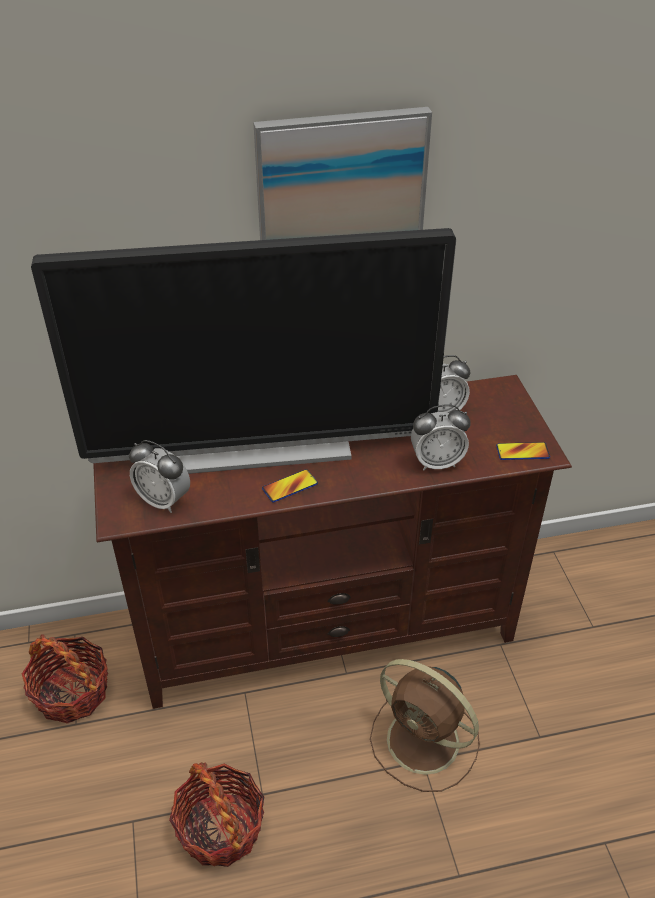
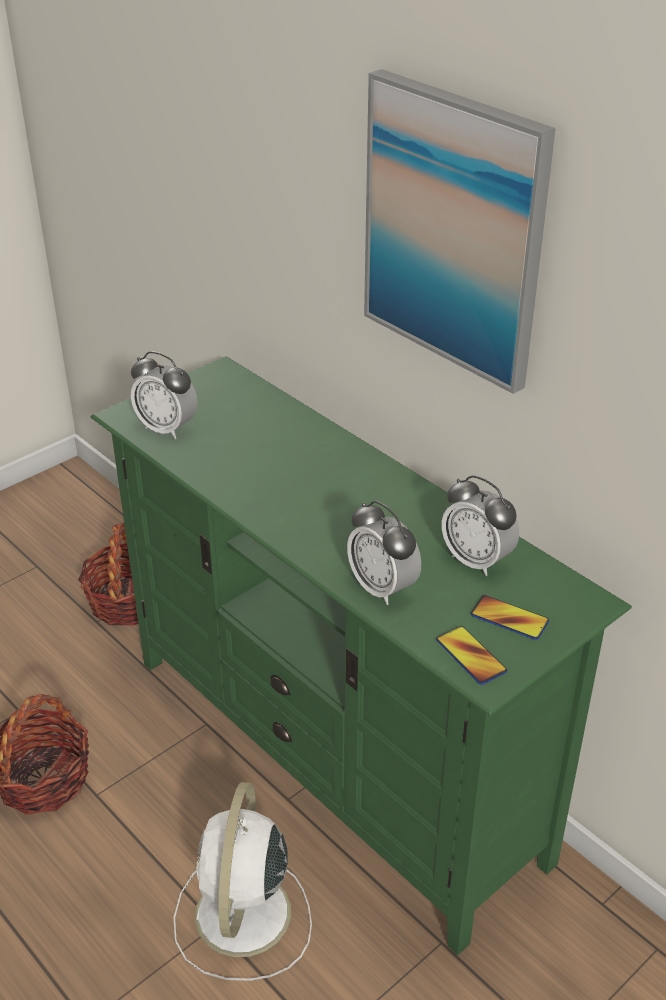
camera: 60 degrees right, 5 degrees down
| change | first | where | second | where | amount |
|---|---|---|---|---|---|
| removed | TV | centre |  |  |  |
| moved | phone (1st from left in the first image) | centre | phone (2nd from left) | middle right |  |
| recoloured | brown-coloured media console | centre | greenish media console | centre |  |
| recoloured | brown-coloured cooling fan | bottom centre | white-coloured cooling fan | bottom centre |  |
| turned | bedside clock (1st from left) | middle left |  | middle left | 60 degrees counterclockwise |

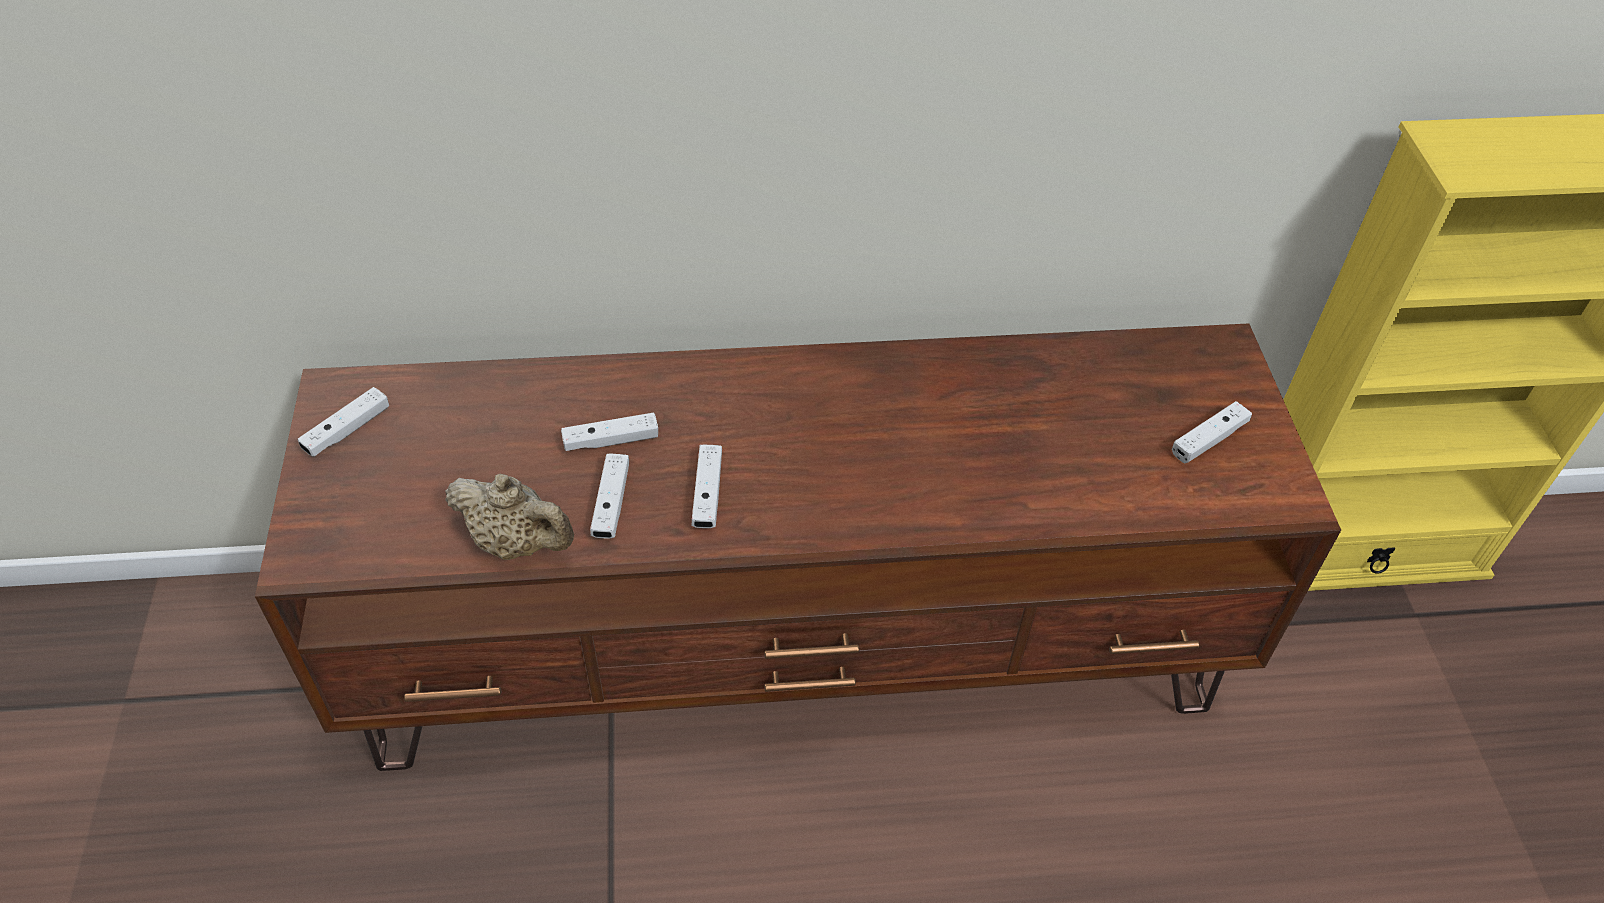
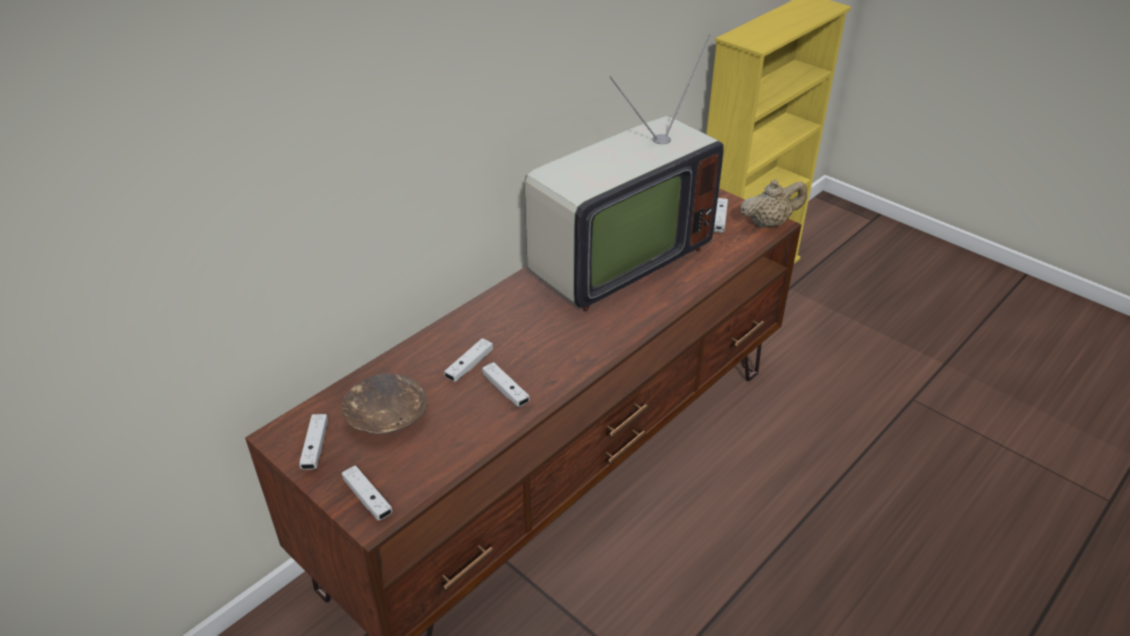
camera: 40 degrees left, 10 degrees down
| change | first | where | second | where | amount |
|---|---|---|---|---|---|
| added |  |  | brown-coloured deep dish | centre |  |
| added |  |  | TV | top centre |  |
| moved | beige-coloured pot for tea | middle left |  | top right |  |
| moved | white-coloured gamepad (4th from left in the first image) | centre | white-coloured gamepad (2nd from left) | bottom left |  |

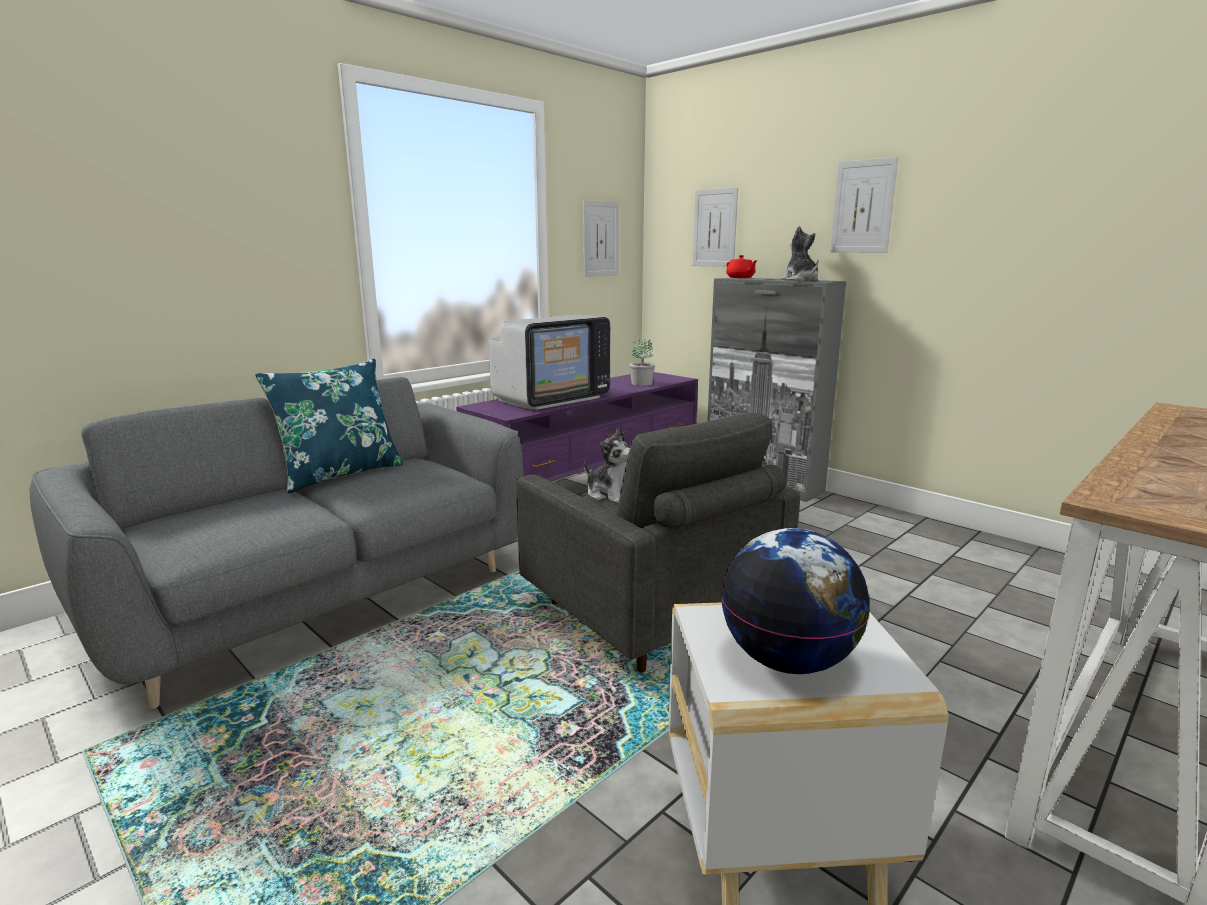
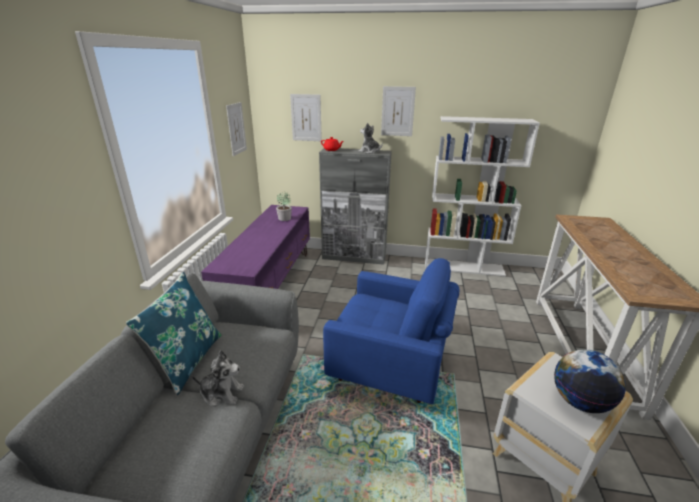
camera: 35 degrees left, 10 degrees up
| change | first | where | second | where | amount |
|---|---|---|---|---|---|
| removed | TV | centre |  |  |  |
| added |  |  | white-coloured bookshelf | middle right |  |
| moved | plush toy (1st from left) | centre |  | bottom left |  |
| recoloured | gray armchair | centre | blue-coloured armchair | centre |  |

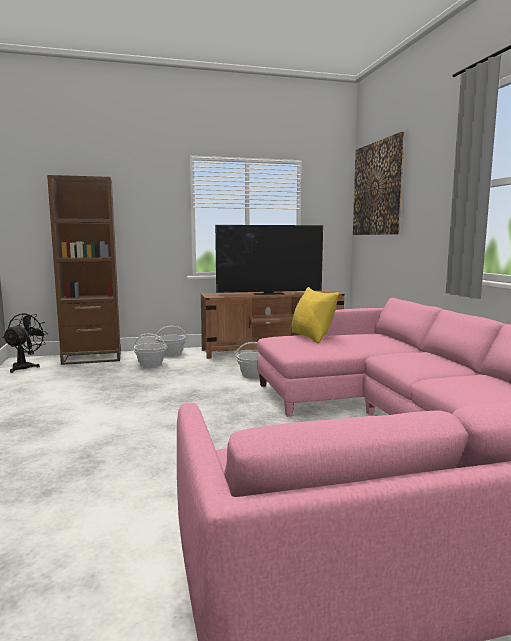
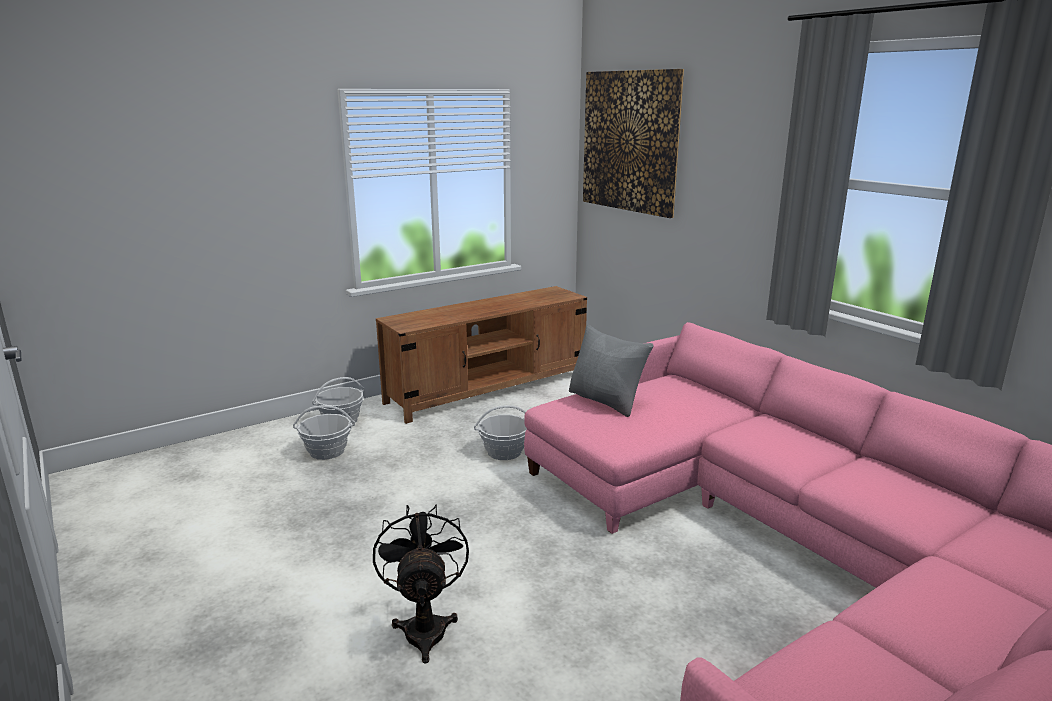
camera: 20 degrees left, 10 degrees up
| change | first | where | second | where | amount |
|---|---|---|---|---|---|
| removed | brown-coloured bookshelf | middle left |  |  |  |
| removed | TV | centre |  |  |  |
| moved | black-coloured cooling fan | middle left |  | bottom centre |  |
| recoloured | yellow-coloured pillow | centre | gray pillow | centre |  |

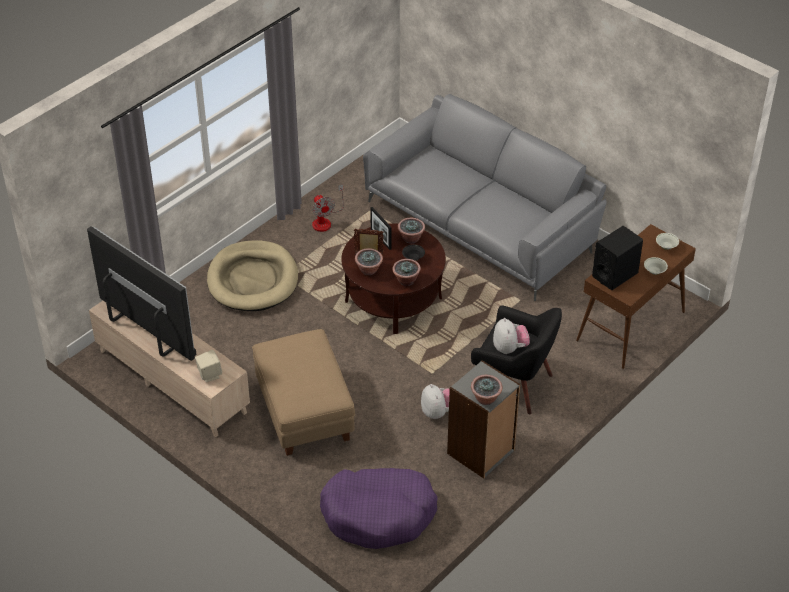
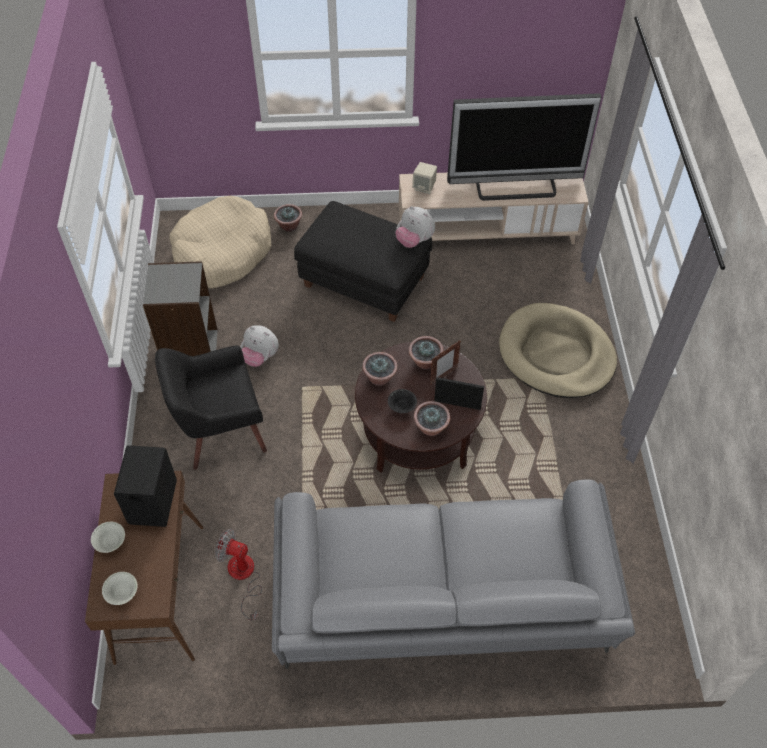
camera: 135 degrees right, 10 degrees up
| change | first | where | second | where | amount |
|---|---|---|---|---|---|
| moved | cooling fan | centre |  | bottom left |  |
| moved | plant in a pot (4th from left in the first image) | centre | plant in a pot (1st from left) | top centre |  |
| moved | plush toy (2nd from left) | centre |  | top centre |  |
| recoloured | beige-coloured ottoman | centre | black-coloured ottoman | centre |  |
| recoloured | purple dog cushion | bottom centre | beige-coloured dog cushion (1st from left) | top left |  |

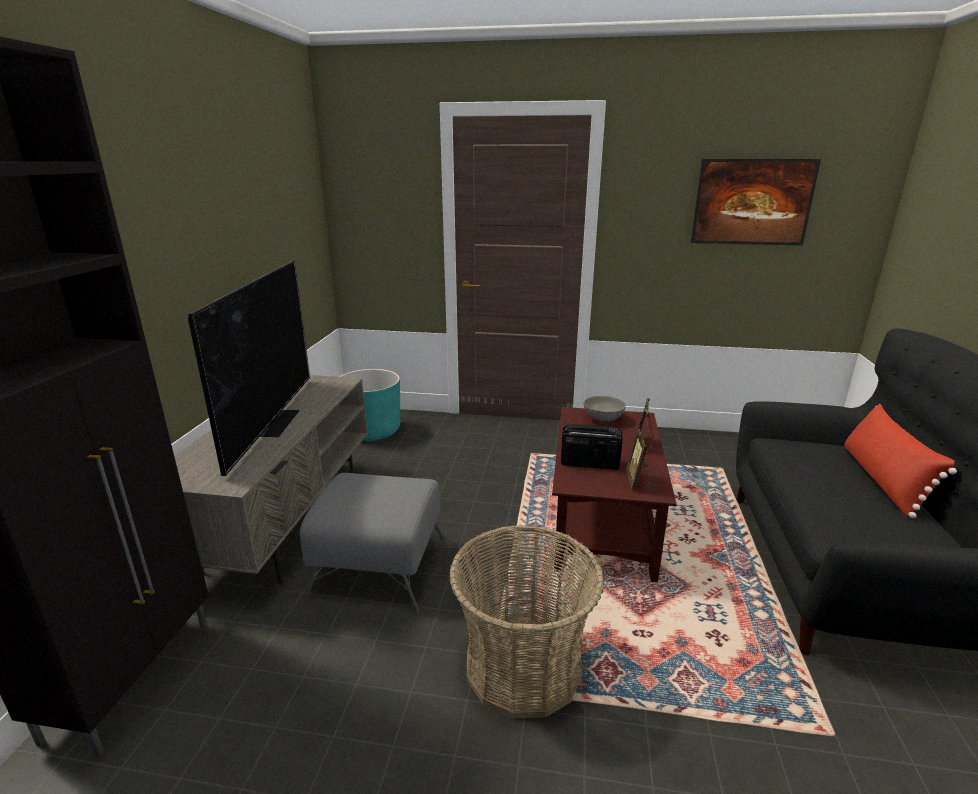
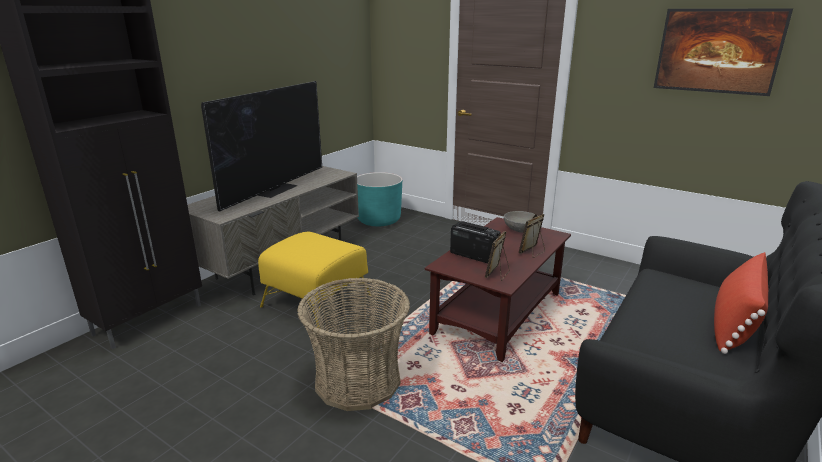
camera: 25 degrees right, 0 degrees up
| change | first | where | second | where | amount |
|---|---|---|---|---|---|
| recoloured | gray ottoman | bottom centre | yellow-coloured ottoman | centre |  |

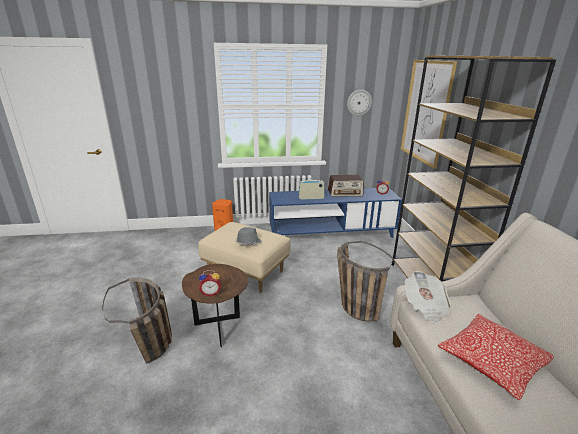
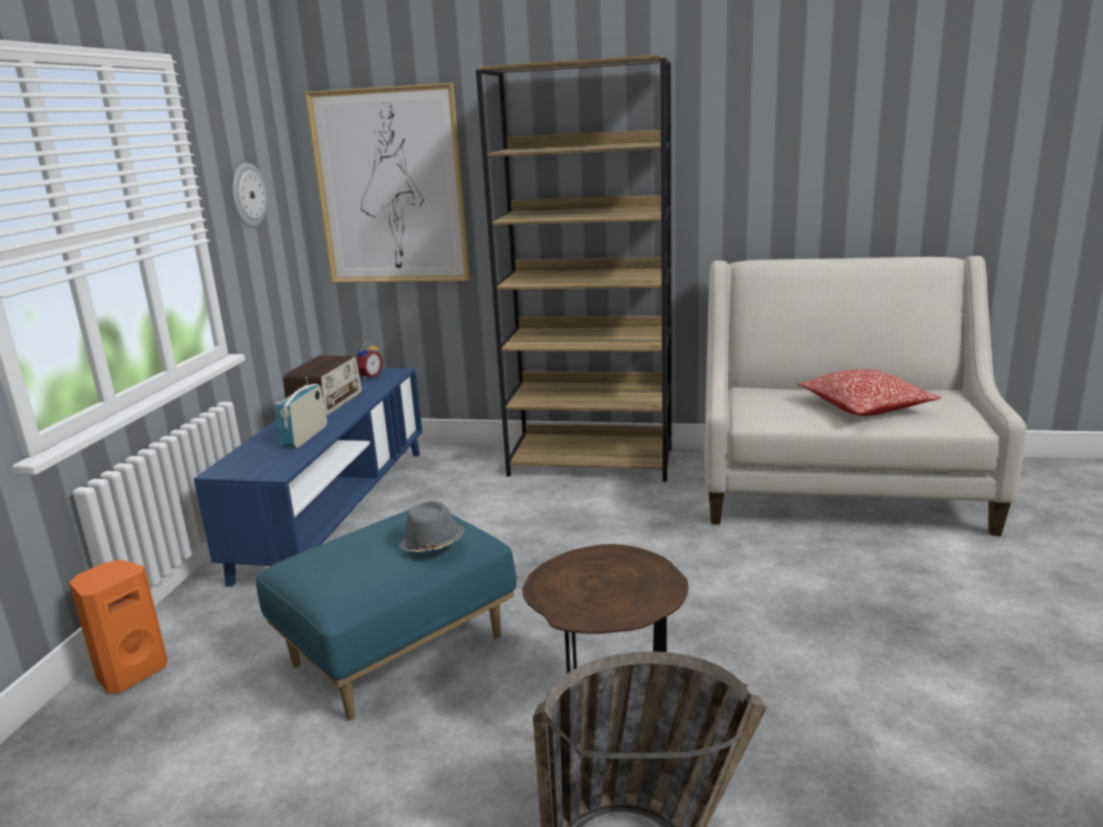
camera: 70 degrees left, 5 degrees down
| change | first | where | second | where | amount |
|---|---|---|---|---|---|
| removed | bedside clock (1st from left) | centre |  |  |  |
| removed | household basket (2nd from left) | centre |  |  |  |
| removed | printed paper | bottom right |  |  |  |
| recoloured | beige-coloured ottoman | centre | blue-coloured ottoman | bottom centre |  |

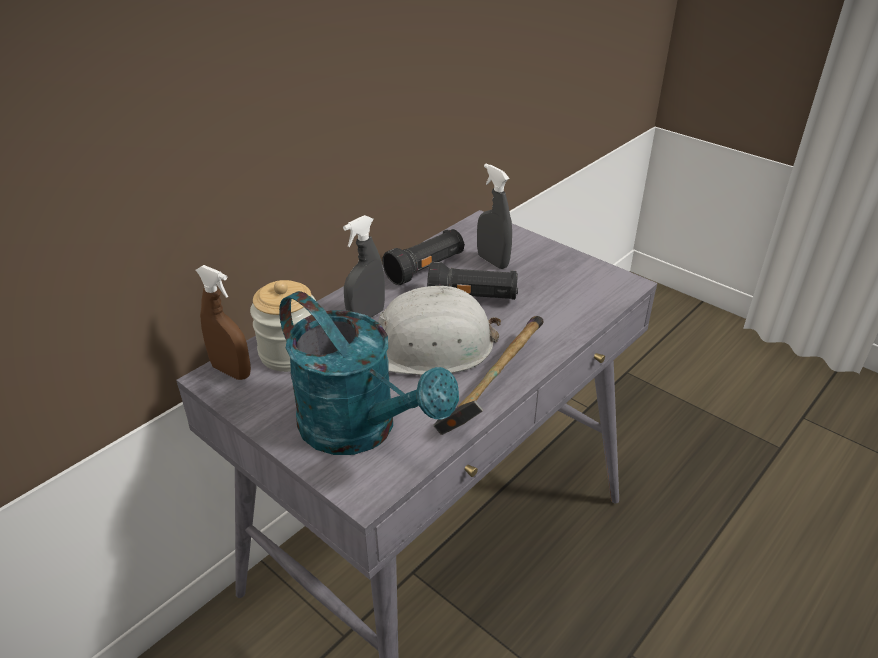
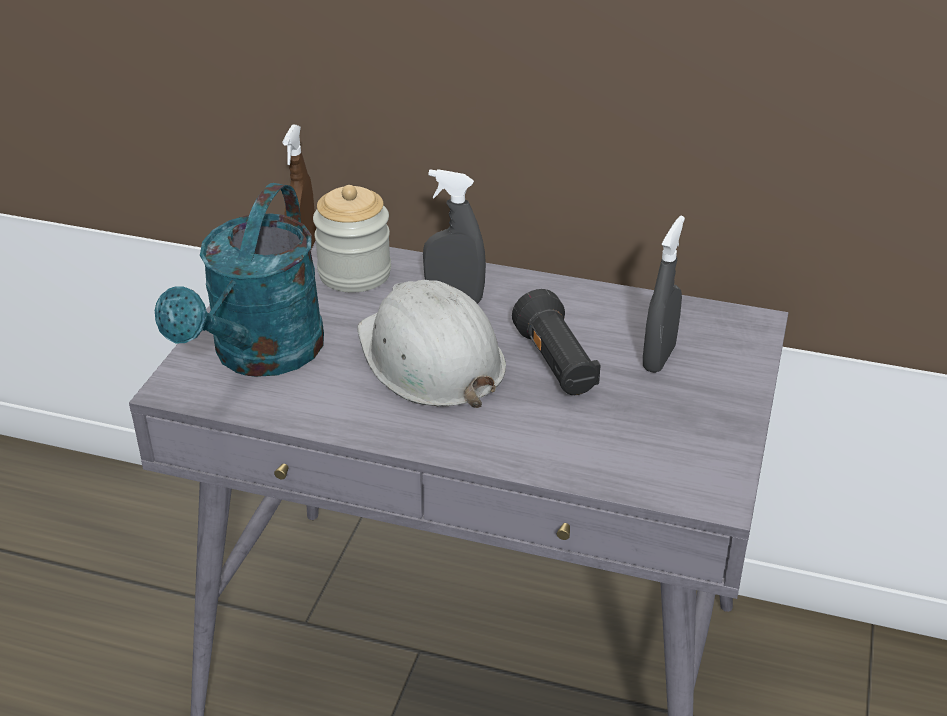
camera: 65 degrees right, 0 degrees up
| change | first | where | second | where | amount |
|---|---|---|---|---|---|
| removed | black-coloured torch (1st from left) | centre |  |  |  |
| removed | hammer | centre |  |  |  |

